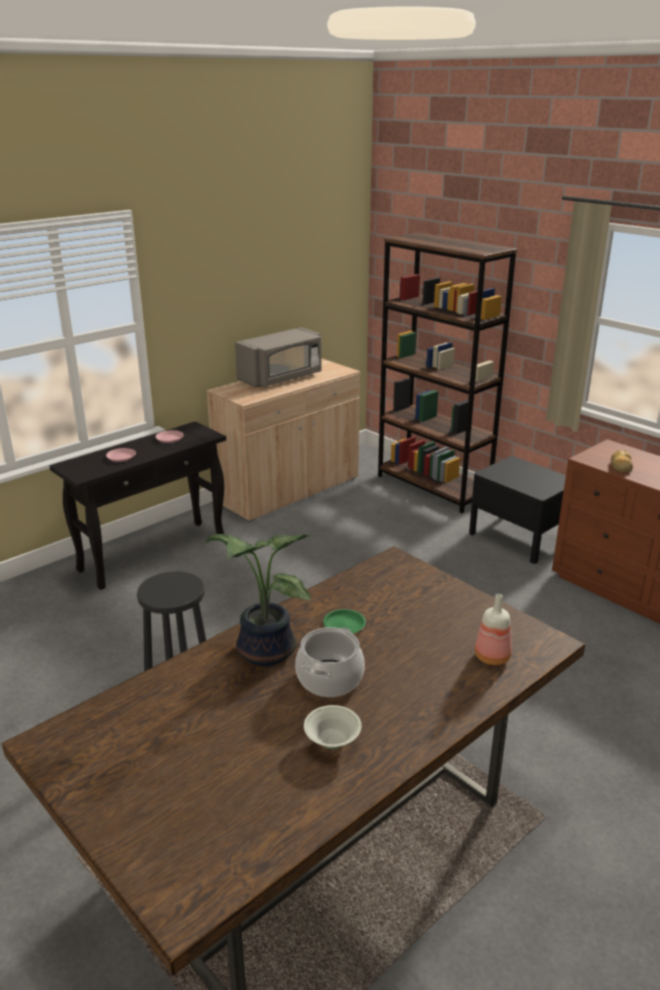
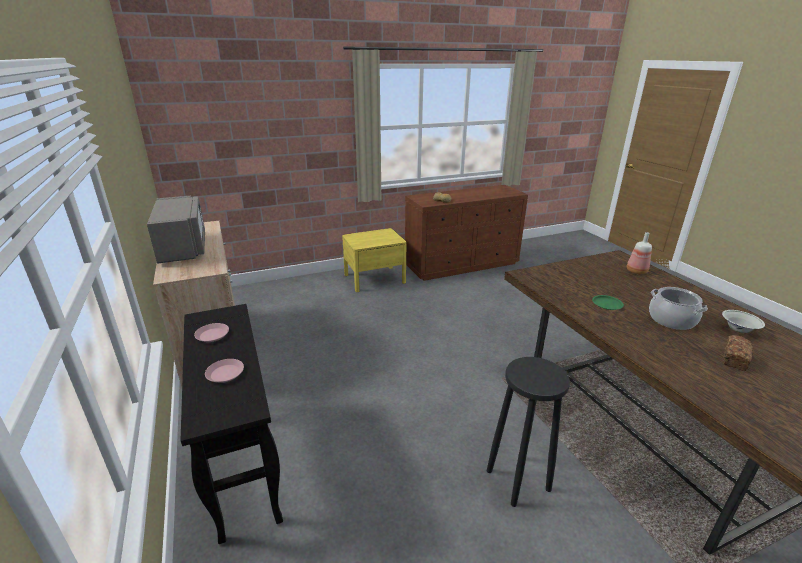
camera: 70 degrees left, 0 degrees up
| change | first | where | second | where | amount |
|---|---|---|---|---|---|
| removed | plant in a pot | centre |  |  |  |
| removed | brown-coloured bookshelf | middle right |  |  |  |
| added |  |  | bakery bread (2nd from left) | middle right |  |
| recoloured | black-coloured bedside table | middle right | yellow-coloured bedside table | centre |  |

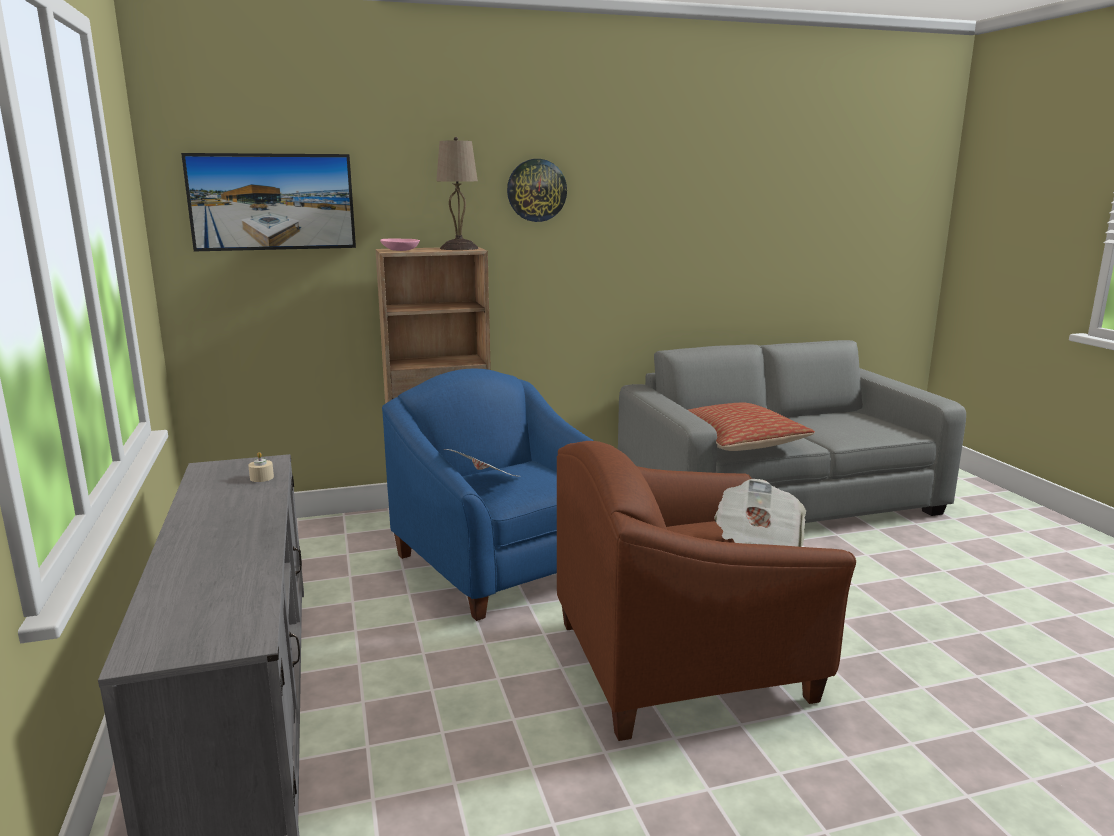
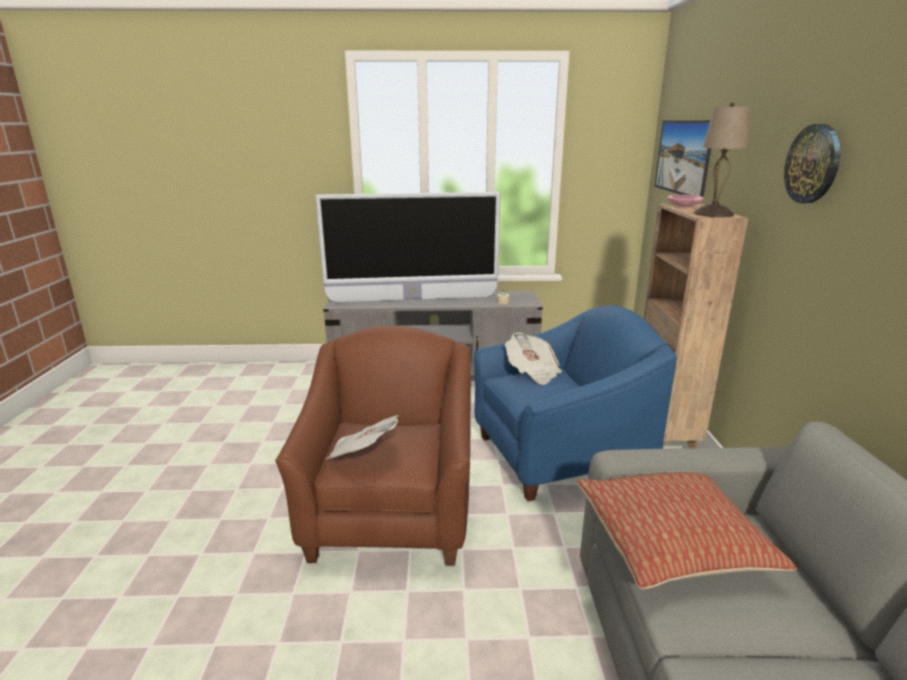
camera: 105 degrees right, 5 degrees up
| change | first | where | second | where | amount |
|---|---|---|---|---|---|
| added |  |  | TV | centre |  |

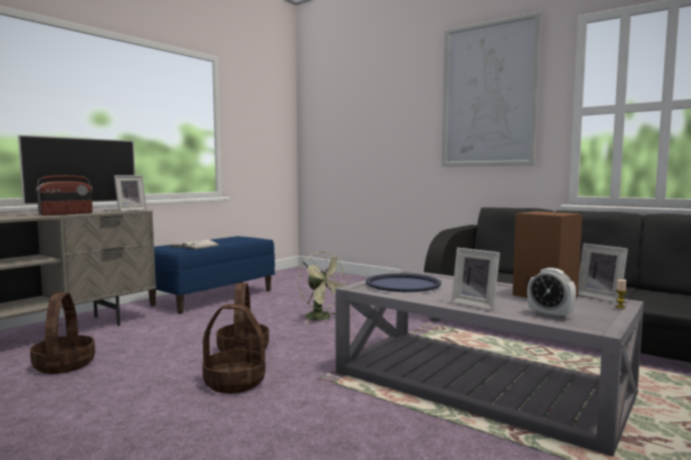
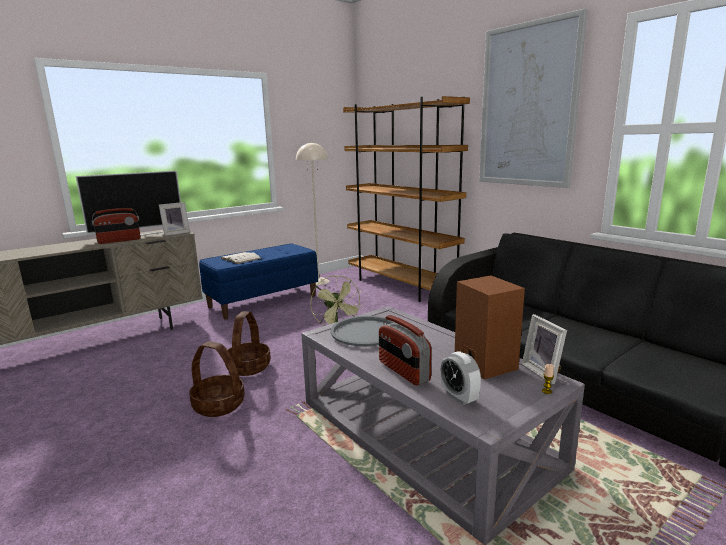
camera: 15 degrees right, 10 degrees up
| change | first | where | second | where | amount |
|---|---|---|---|---|---|
| removed | household basket (1st from left) | bottom left |  |  |  |
| added |  |  | beige-coloured standing lamp | centre |  |
| added |  |  | brown-coloured bookshelf | centre |  |
| replaced | photo frame (2nd from left) | middle right | radio receiver (2nd from left) | centre |  |
| recoloured | blue-coloured carrying tray | centre | gray carrying tray | centre |  |

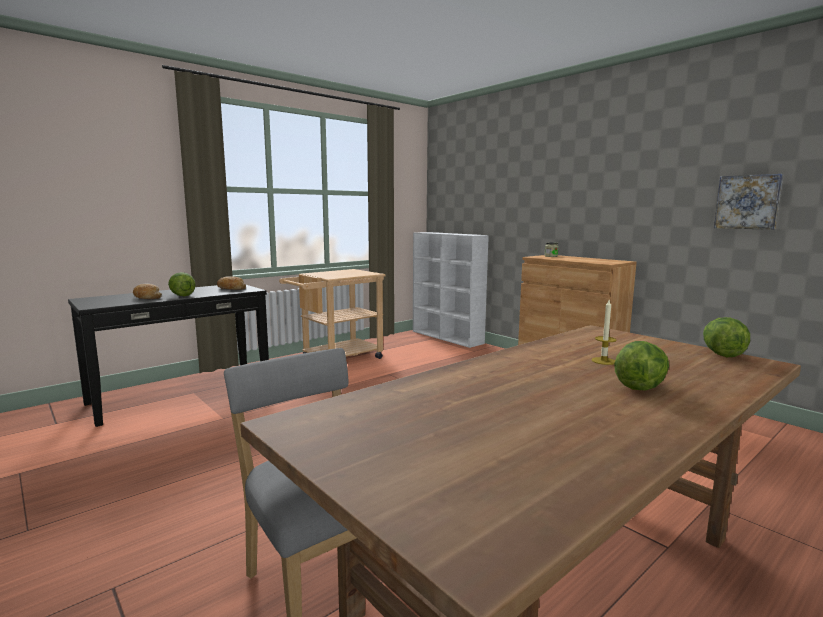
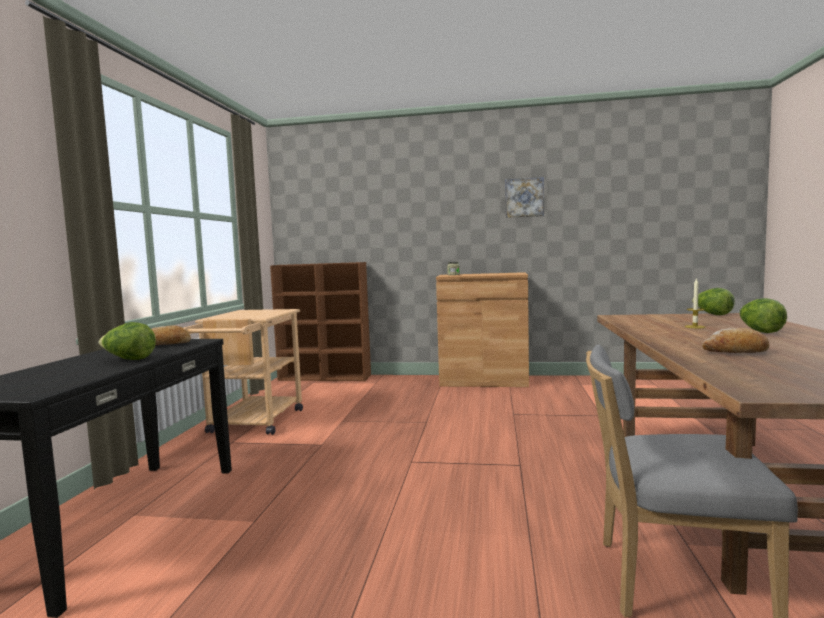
camera: 40 degrees left, 5 degrees down
| change | first | where | second | where | amount |
|---|---|---|---|---|---|
| moved | bakery bread (1st from left in the first image) | middle left | bakery bread (2nd from left) | middle right |  |
| moved | wall art | top right |  | top centre |  |
| recoloured | white-coloured bookshelf | centre | brown-coloured bookshelf | centre |  |

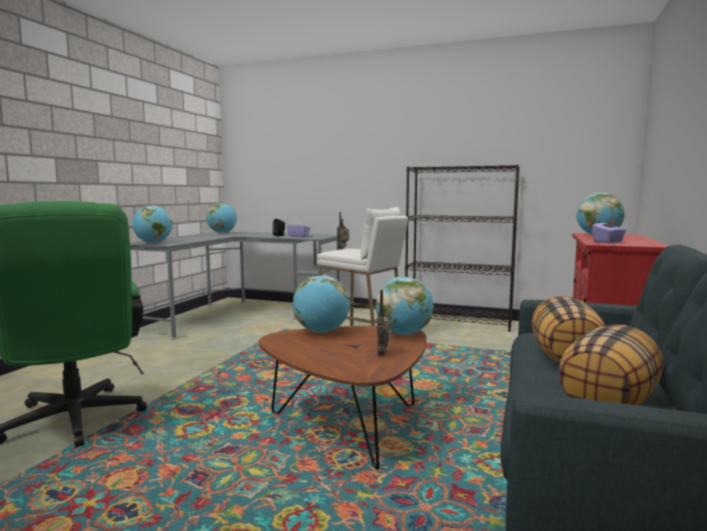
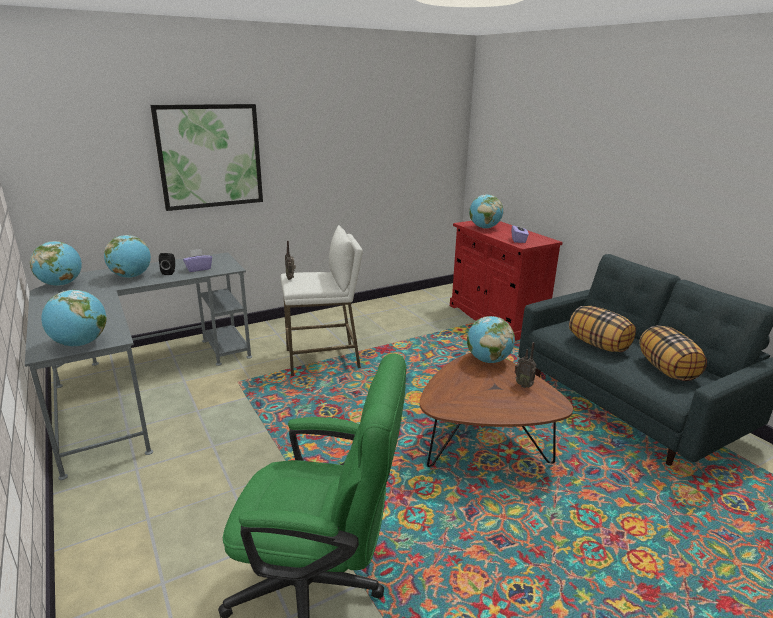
camera: 50 degrees left, 15 degrees up
| change | first | where | second | where | amount |
|---|---|---|---|---|---|
| removed | black-coloured bookshelf | centre |  |  |  |
| added |  |  | wall art | top left |  |
| moved | world globe (3rd from left) | centre |  | middle left |  |

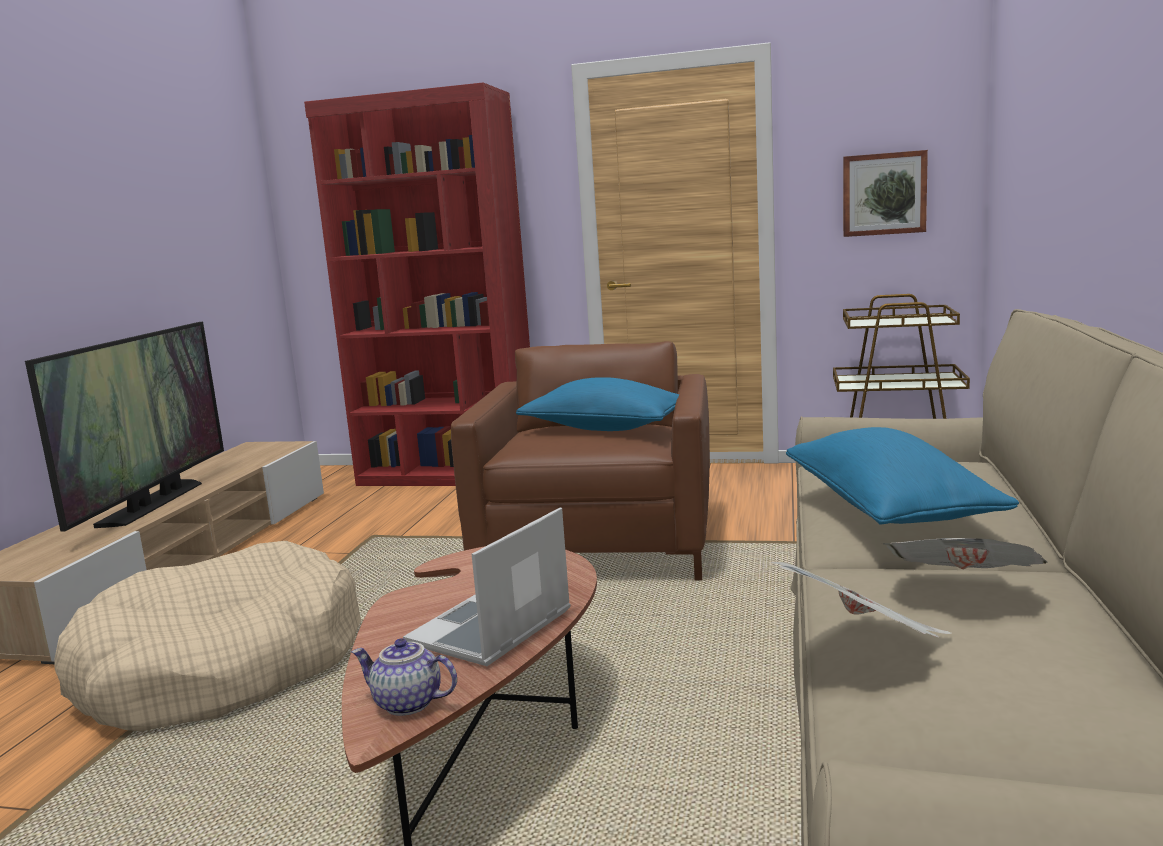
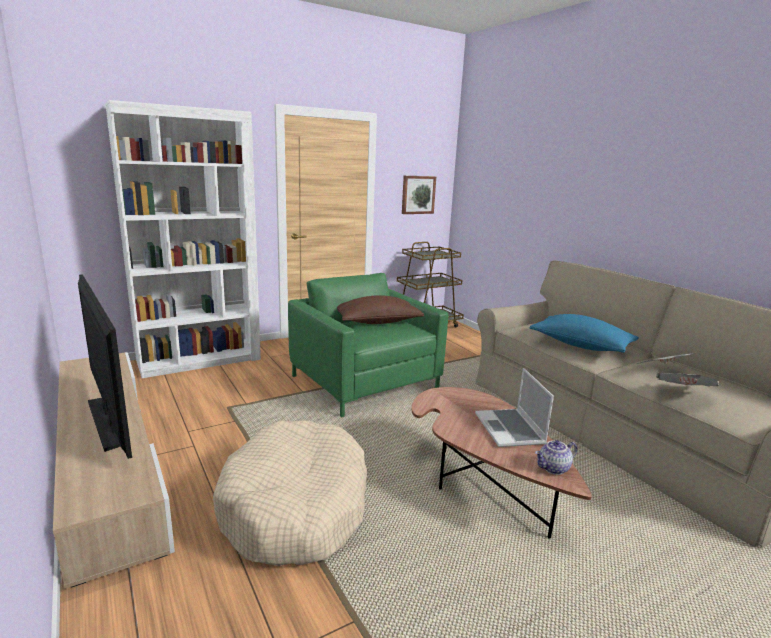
camera: 45 degrees left, 5 degrees up
| change | first | where | second | where | amount |
|---|---|---|---|---|---|
| recoloured | red-coloured bookshelf | centre | white-coloured bookshelf | middle left |  |
| recoloured | brown-coloured armchair | centre | greenish armchair | centre |  |
| recoloured | blue-coloured pillow (1st from left) | centre | brown-coloured pillow | centre |  |

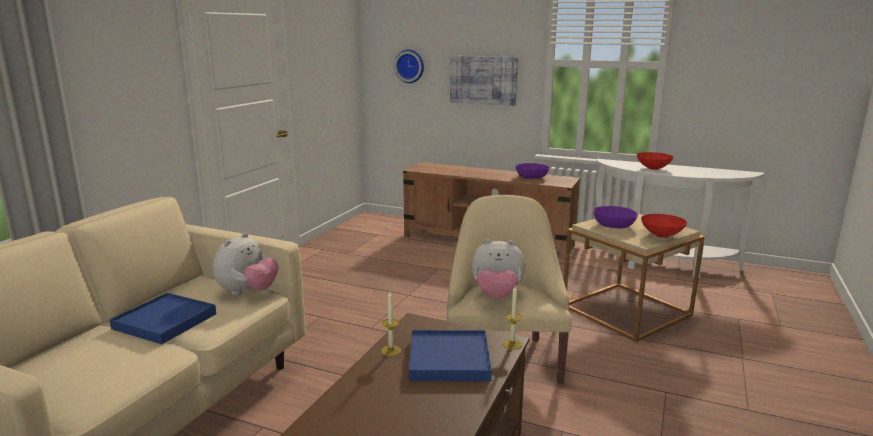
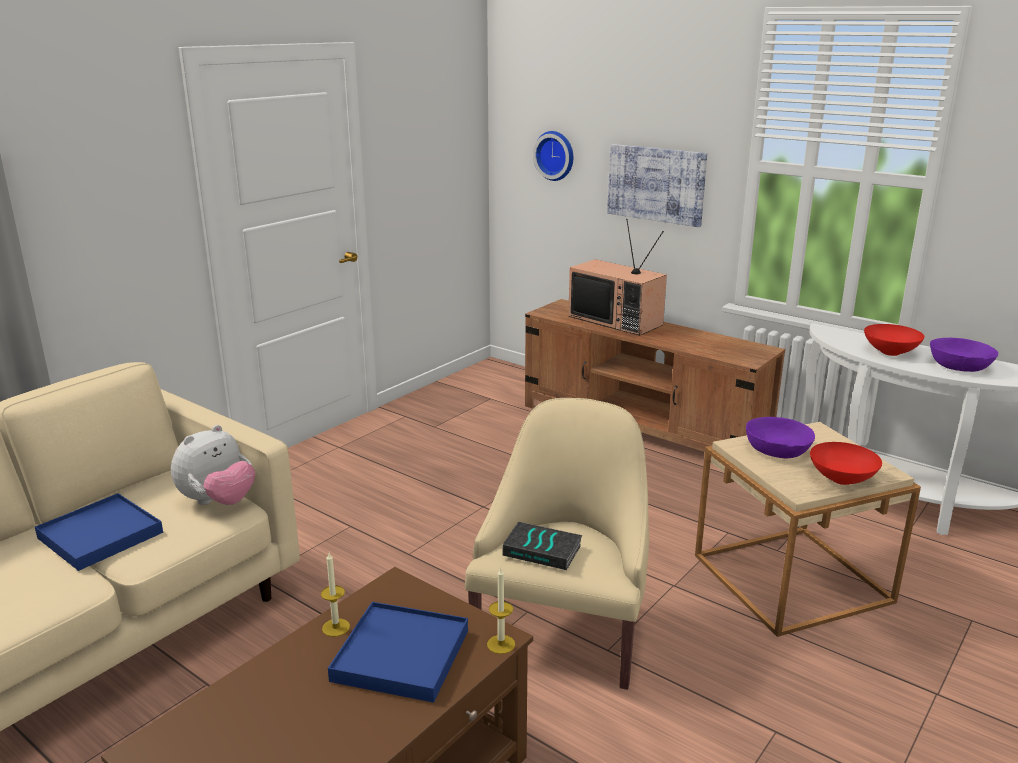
camera: 15 degrees right, 5 degrees up
| change | first | where | second | where | amount |
|---|---|---|---|---|---|
| added |  |  | TV | centre |  |
| moved | purple deep dish (1st from left in the first image) | centre | purple deep dish (2nd from left) | middle right |  |
| replaced | plush toy (2nd from left) | centre | volume | bottom centre |  |

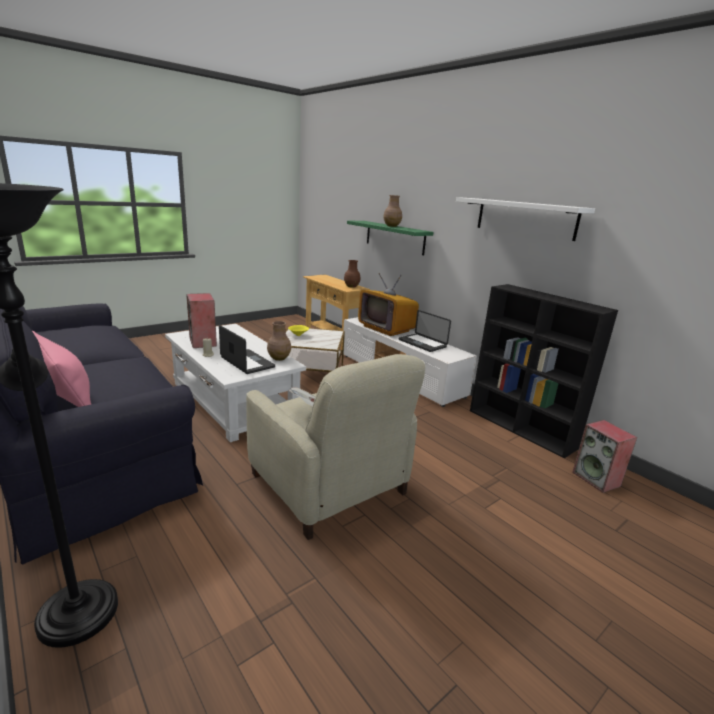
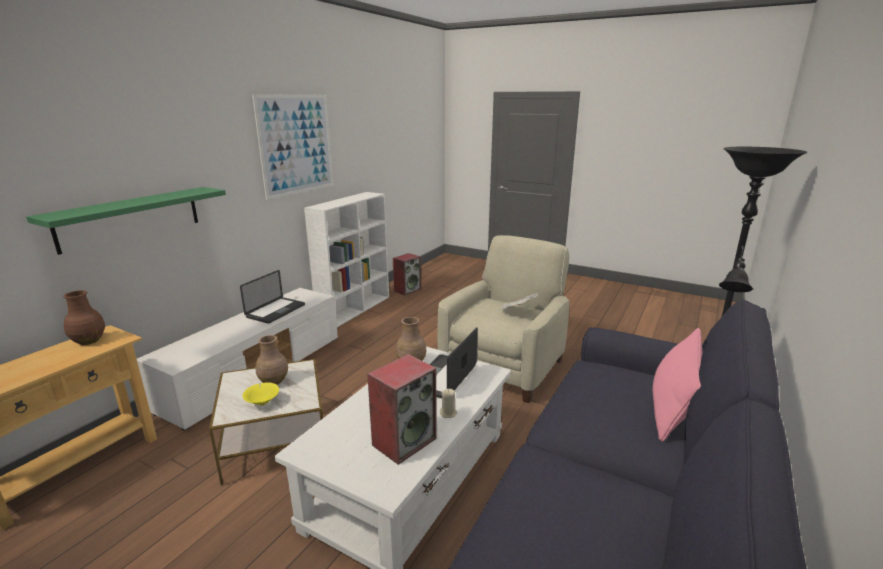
camera: 110 degrees left, 0 degrees up
| change | first | where | second | where | amount |
|---|---|---|---|---|---|
| removed | TV | centre |  |  |  |
| moved | brown-coloured flower vase (3rd from left in the first image) | top centre | brown-coloured flower vase (2nd from left) | middle left |  |
| replaced | white-coloured bracket shelf | top right | wall art | top left |  |
| recoloured | black-coloured bookshelf | middle right | white-coloured bookshelf | centre |  |

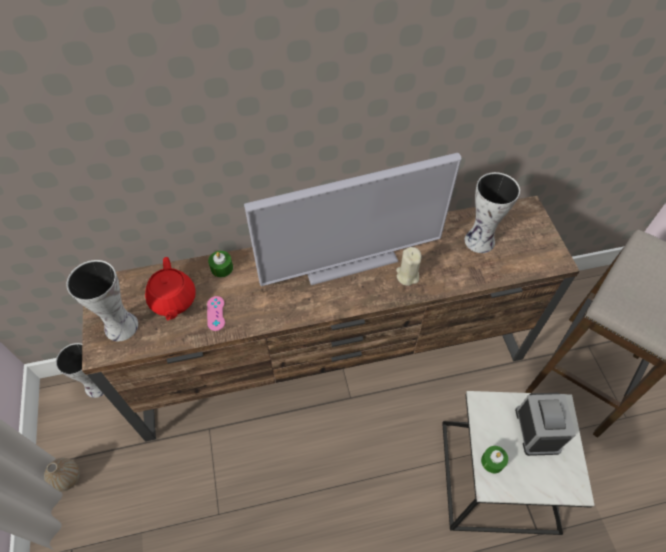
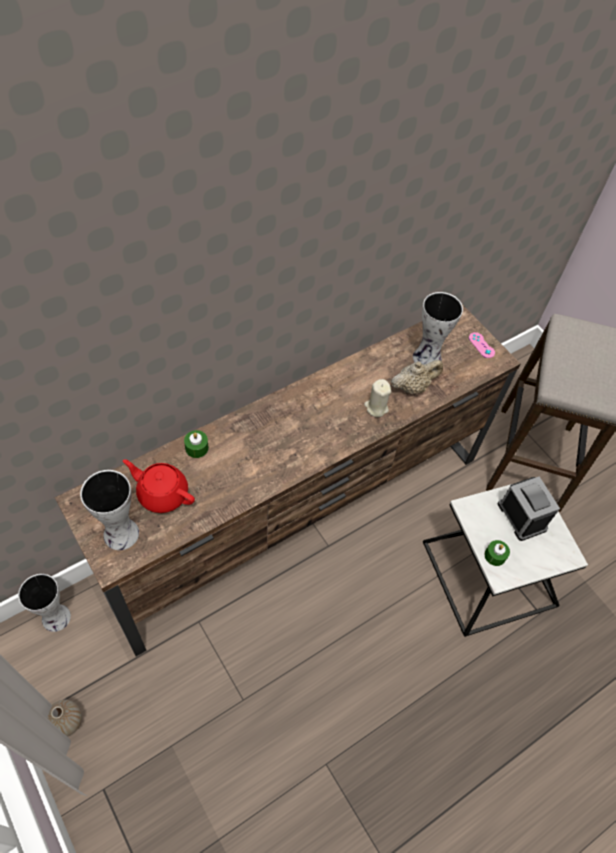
camera: 25 degrees left, 0 degrees up
| change | first | where | second | where | amount |
|---|---|---|---|---|---|
| removed | TV | centre |  |  |  |
| added |  |  | beige-coloured pot for tea | middle right |  |
| moved | pinkish gamepad | middle left |  | middle right |  |
| turned | red-coloured pot for tea | middle left |  | middle left | 150 degrees clockwise |

